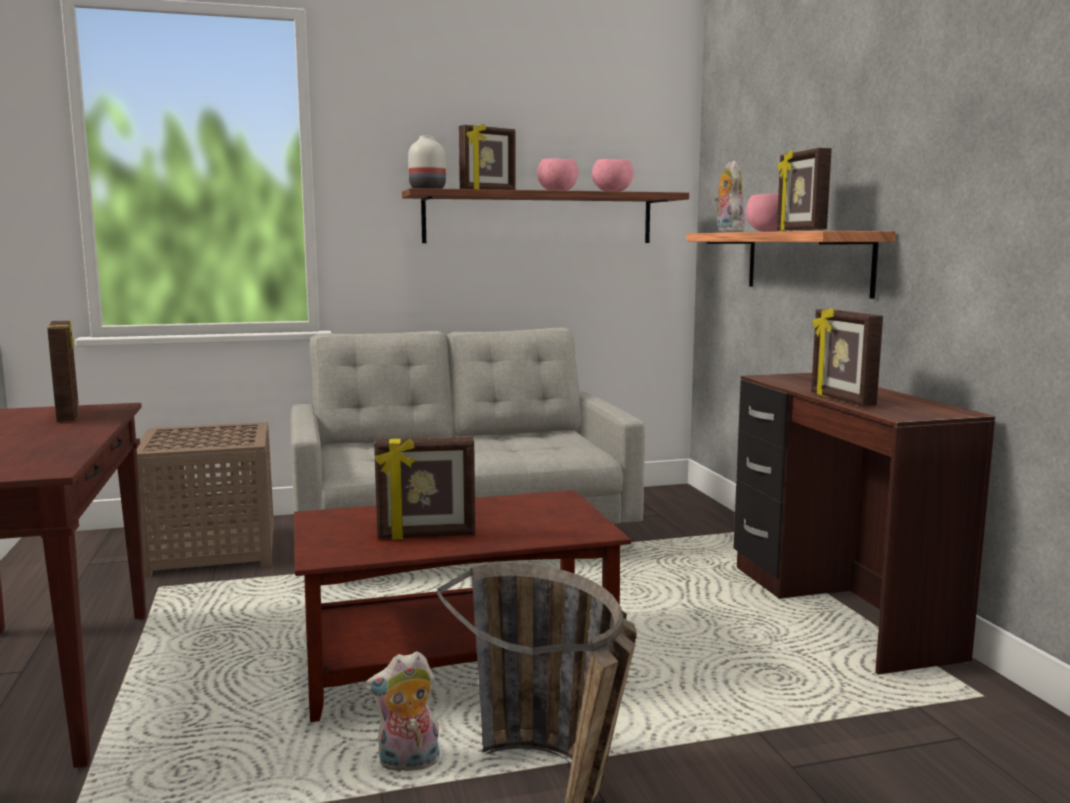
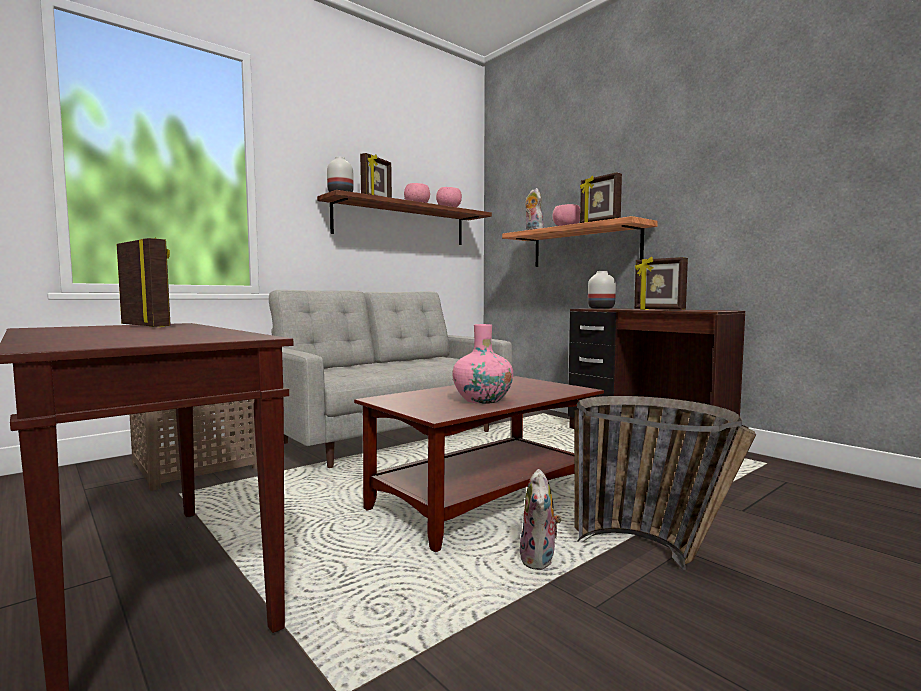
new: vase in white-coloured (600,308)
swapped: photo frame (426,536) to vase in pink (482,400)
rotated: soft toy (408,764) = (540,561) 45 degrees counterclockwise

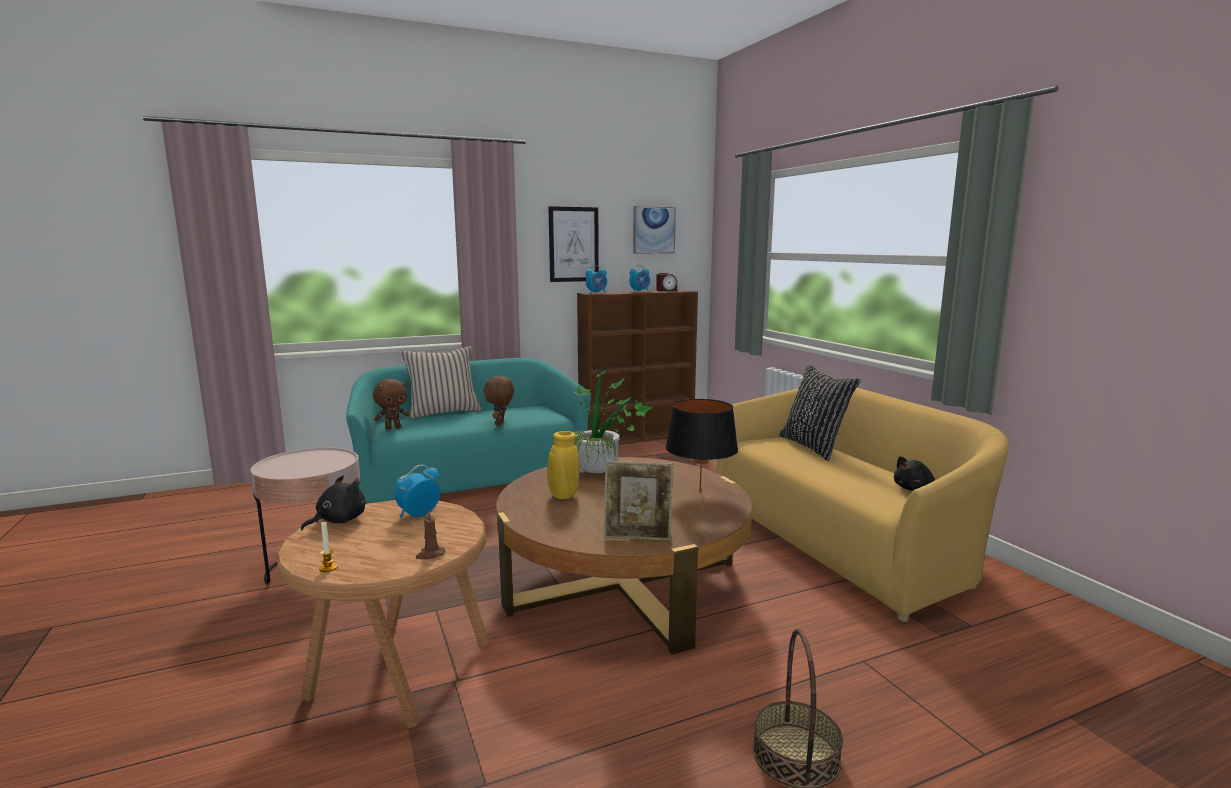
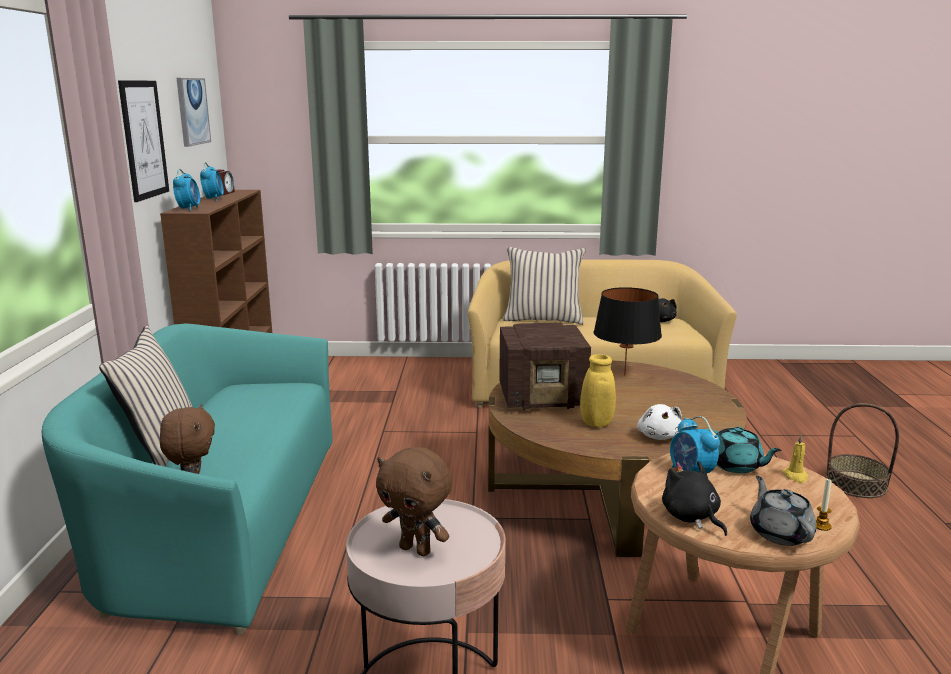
gone: photo frame (638,538)
new: soft toy in white-coloured (658,436); tea pot in turquoise (736,466); tea pot in grey (780,533)
shifted: soft toy in brownish (500,424) to (416,549)
swapped: potted plant (603,473) to radio receiver (543,398)
repainted: pillow in black-coloured (814,446) to pillow in sand-coloured (543,319); wax candle in brownish (430,554) to wax candle in yellowish (795,476)

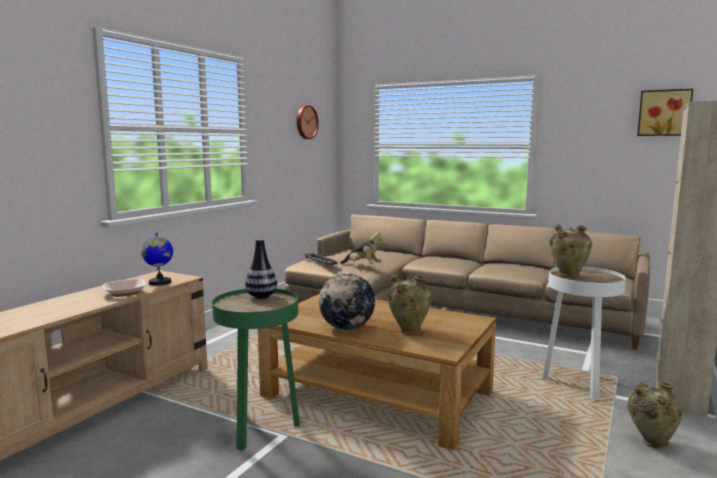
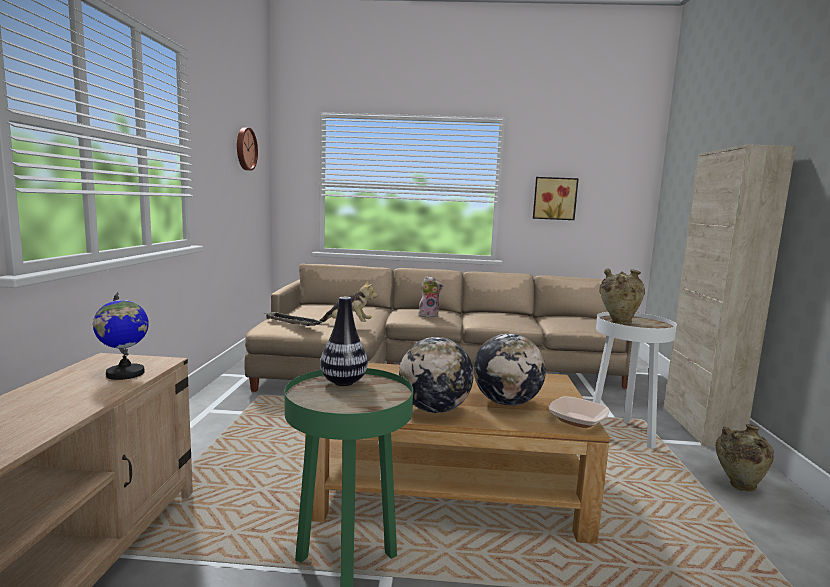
new: soft toy (429,315)
shifted: picture (664,113) to (554,198); bowl (125,293) to (577,420)
swapped: vase in sand-coloured (408,330) to globe (506,402)

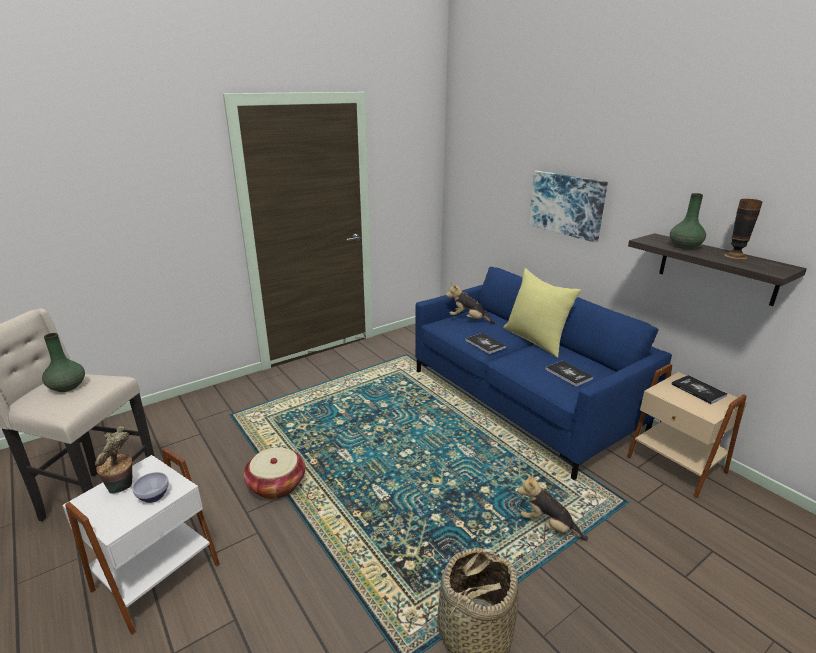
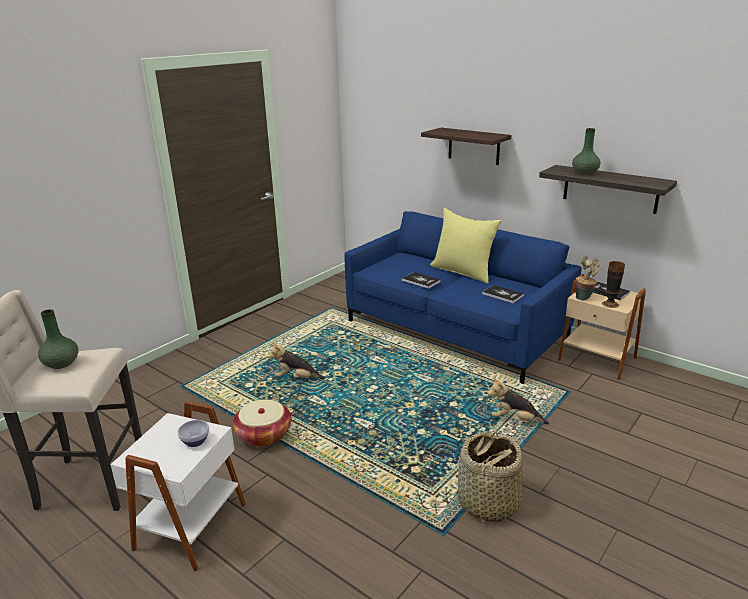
shifted: vase (735,256) to (610,304); soft toy (468,320) to (296,378); potted plant (122,488) to (584,297)
swapped: picture (567,204) to wall shelf (474,146)

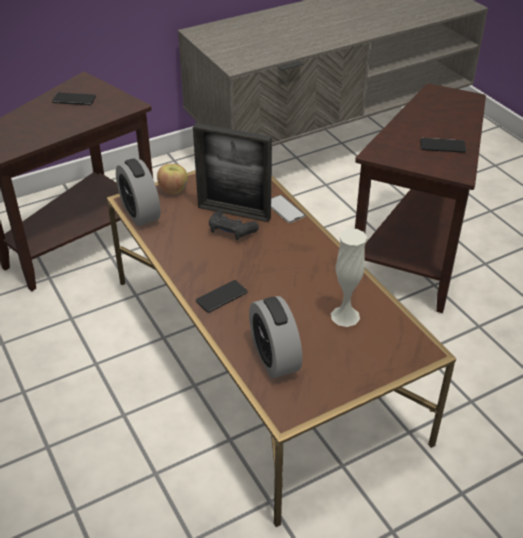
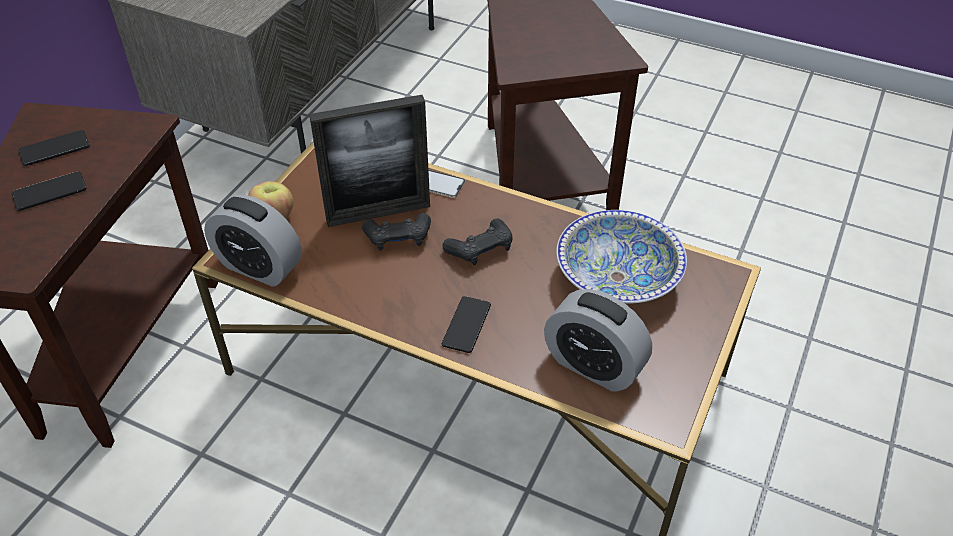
new: joypad in black-coloured (480,249)
shifted: phone (442,146) to (49,192)
swapped: vase in white-coloured (345,316) to bowl (618,277)

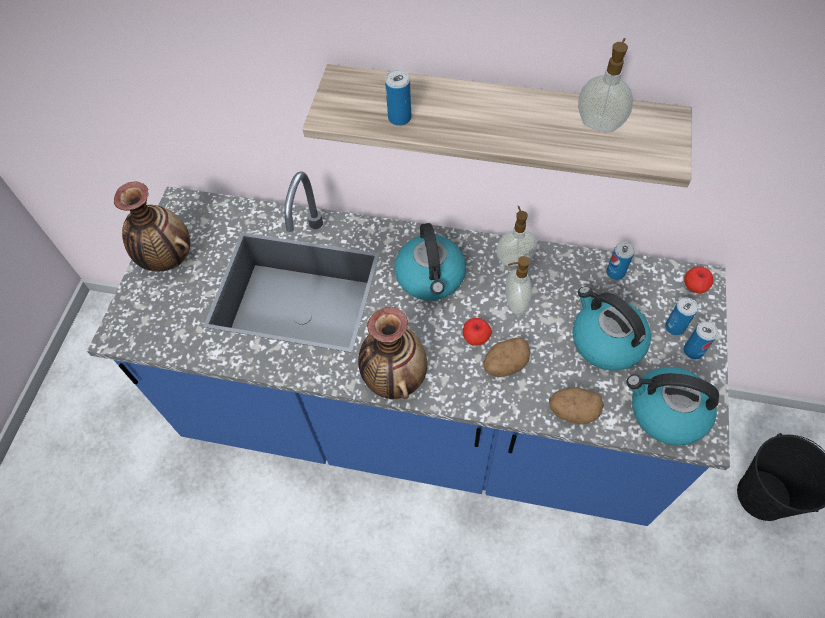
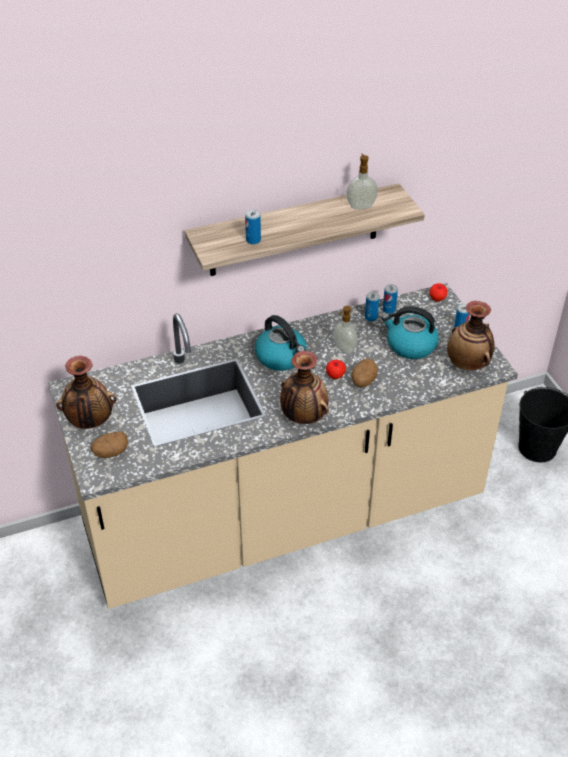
gone: soap dispenser (514,259)
shifted: can (674,327) to (371,317); potato (572,411) to (111,452)
swapped: tea kettle (666,412) to vase (468,364)
repainted: kitchen counter in blue (419,423) to kitchen counter in sand-coloured (284,517)

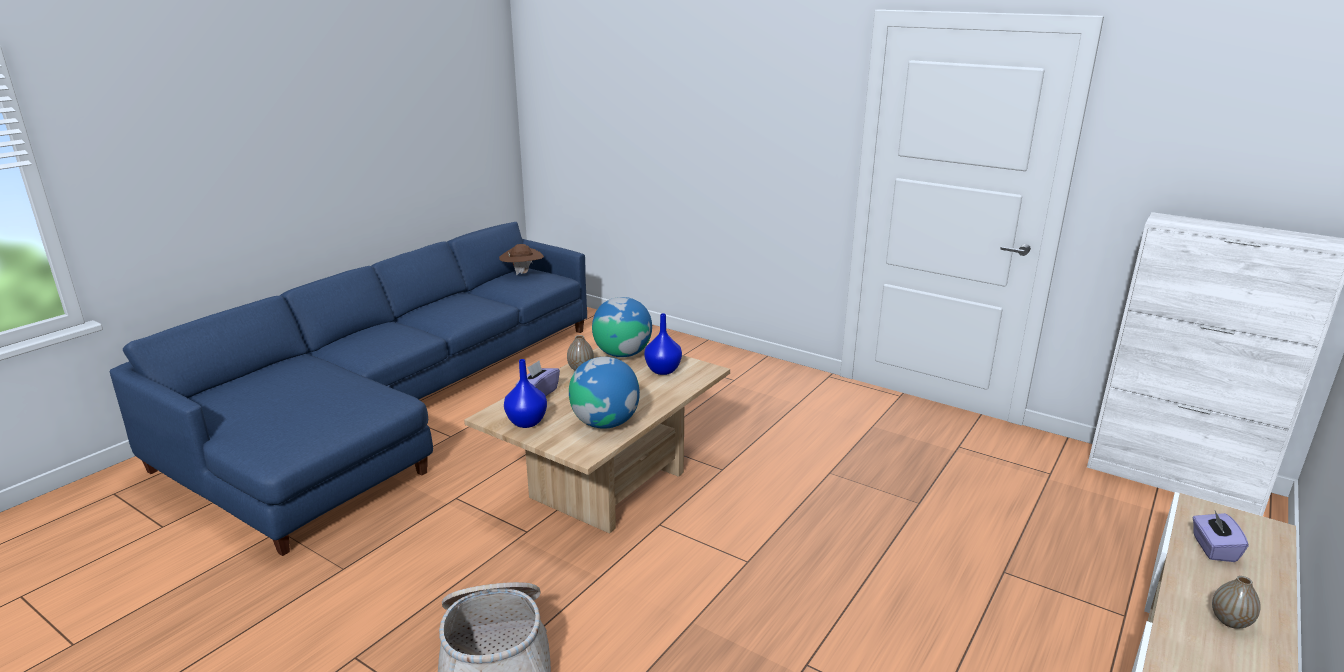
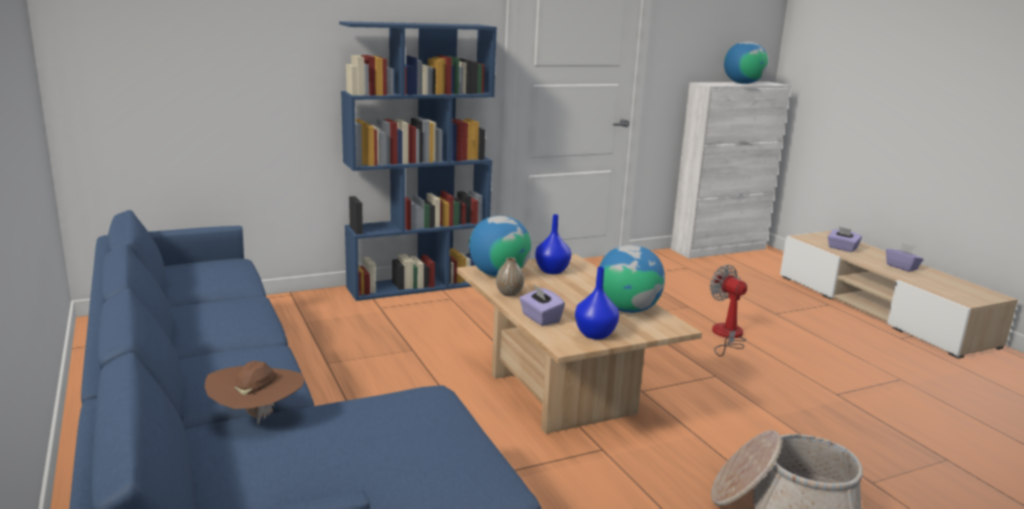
new: bookshelf in blue (418,285); globe (743,83); fan (727,336)
shifted: clothing hat in brownish (522,273) to (257,417)
swapped: vase (1230,621) to tissue holder in purplish (902,267)

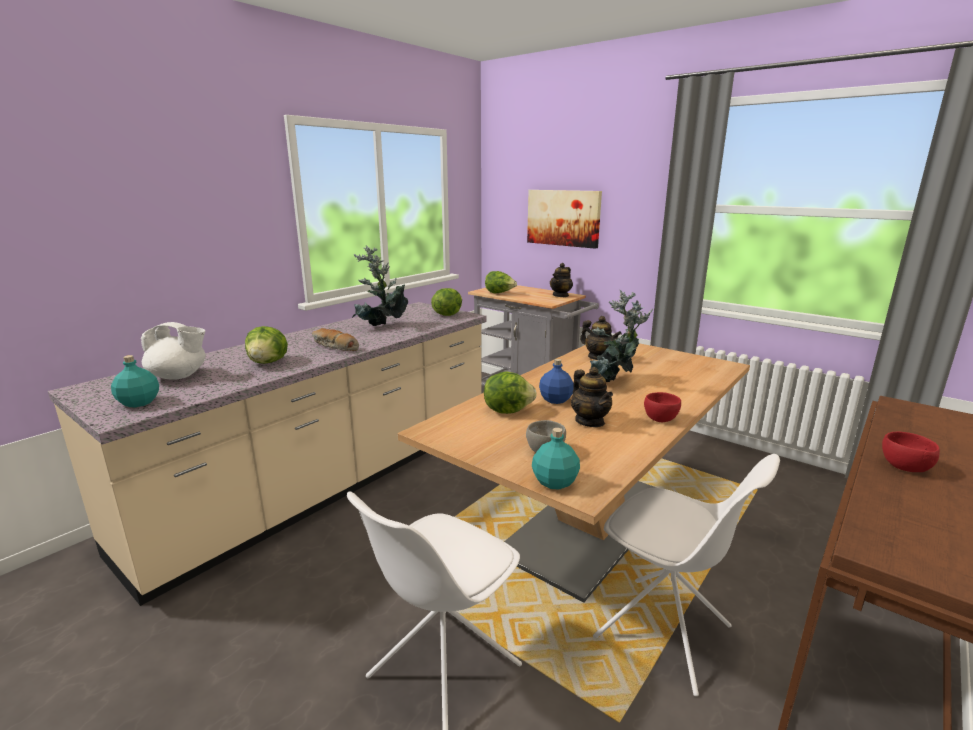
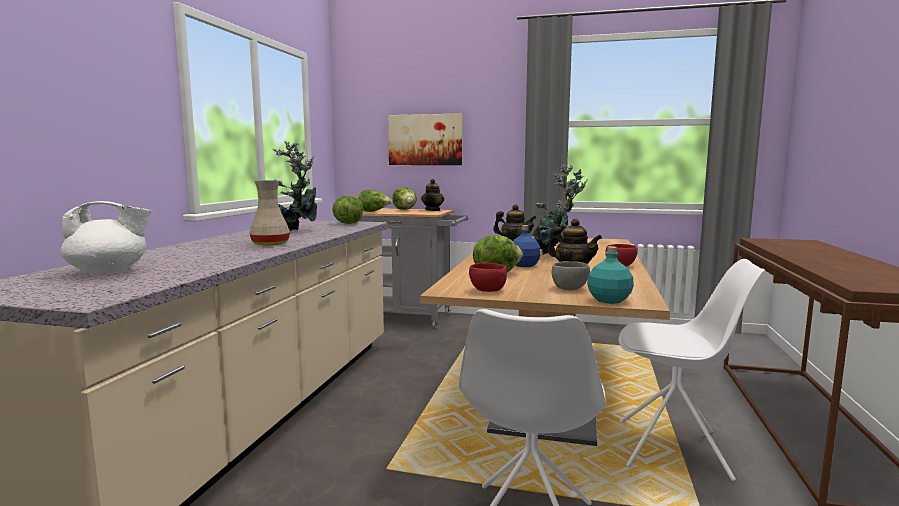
gone: beverage bottle in turquoise (139,403)
shifted: head of lettuce (268,362) to (405,209); bowl in red (905,468) to (488,290)
swapped: bread (334,346) to vase in sand-coloured (269,244)

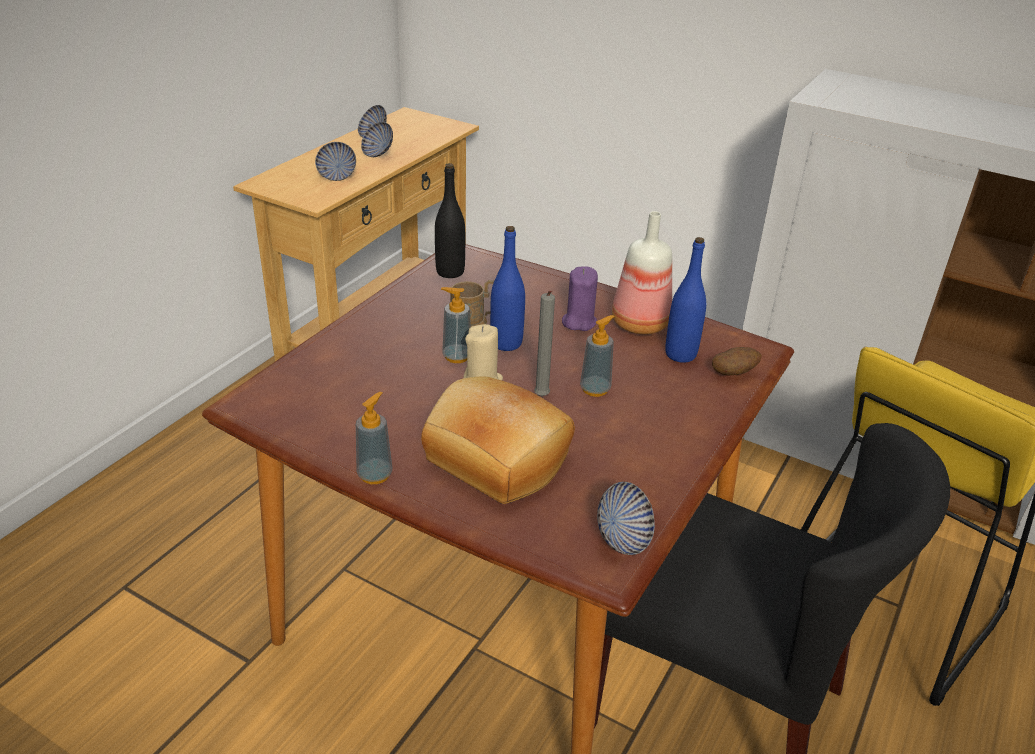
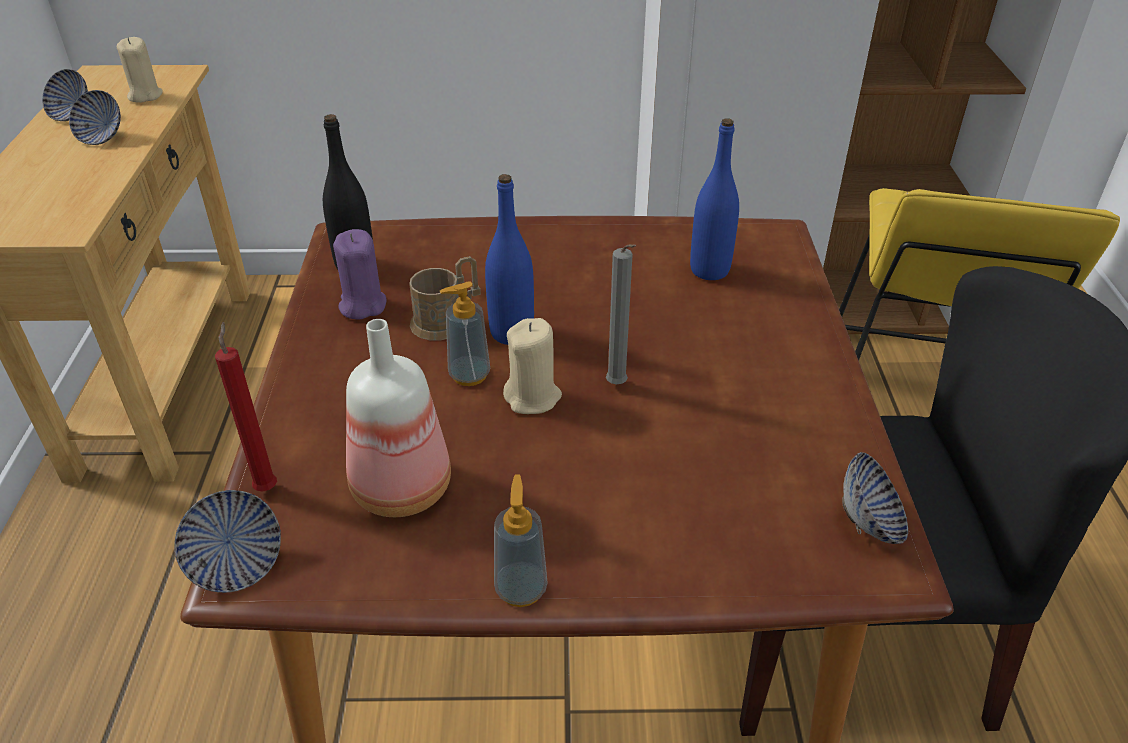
gone: soap dispenser (595,389); potato (733,373); bread (495,460)
new: wax candle in sand-coloured (145,95); wax candle in red (267,486)
shifted: bowl (337,176) to (237,565); beverage bottle (638,324) to (399,490); wax candle in purplish (579,322) to (362,305)

